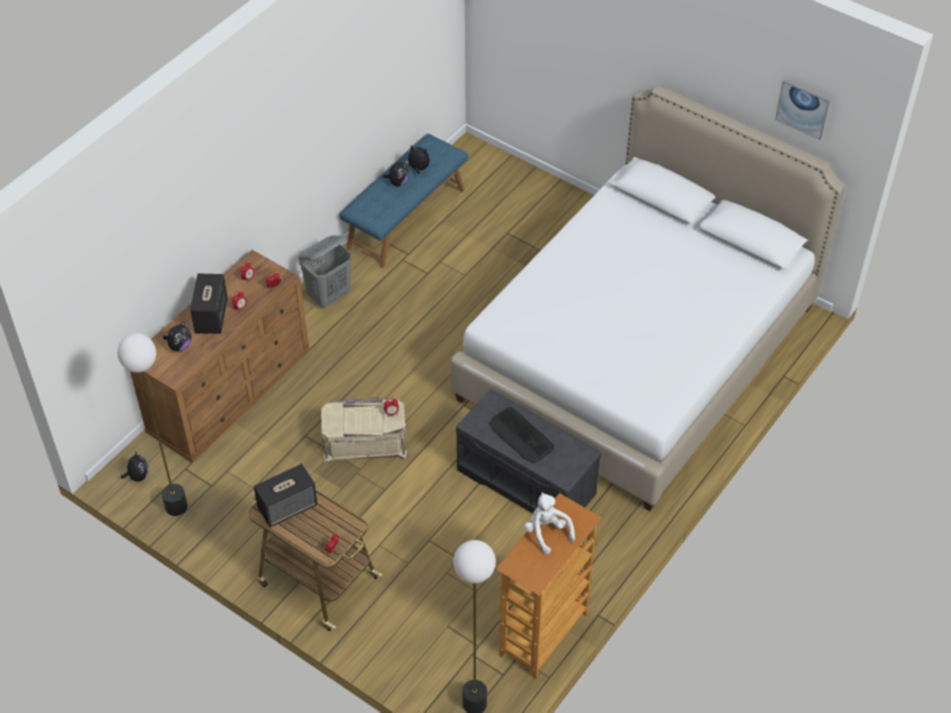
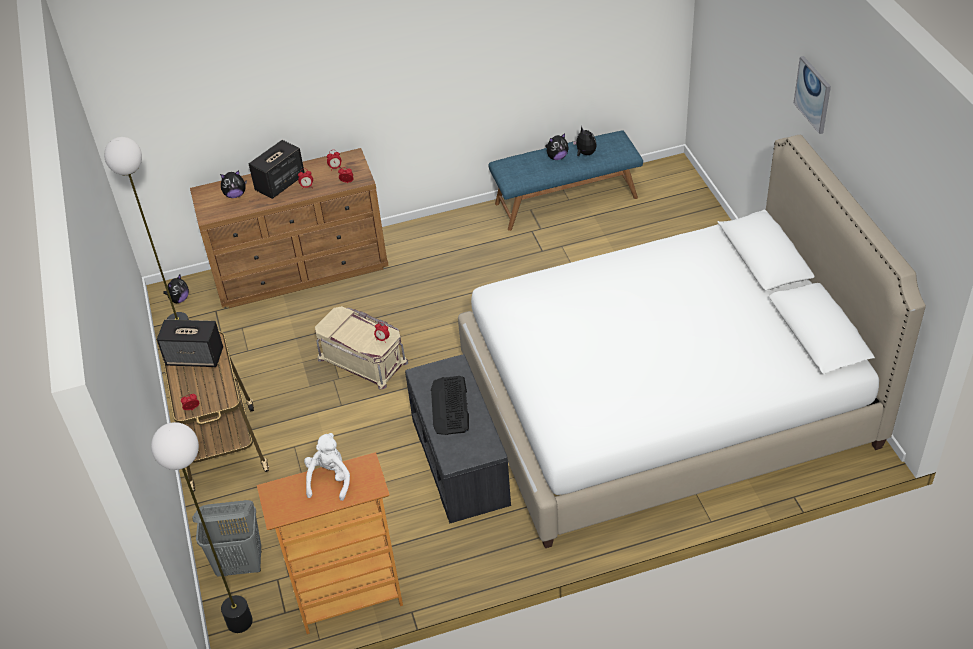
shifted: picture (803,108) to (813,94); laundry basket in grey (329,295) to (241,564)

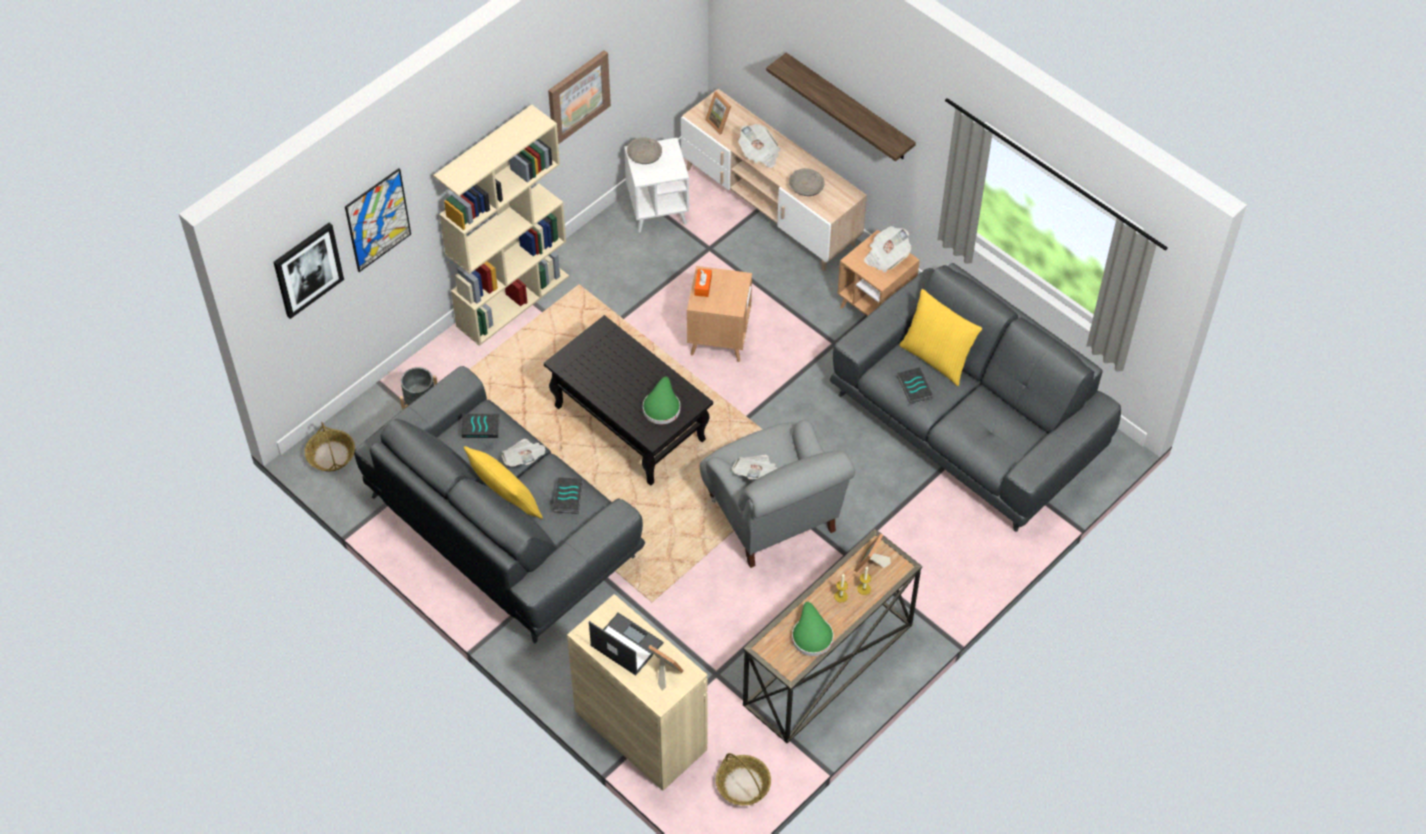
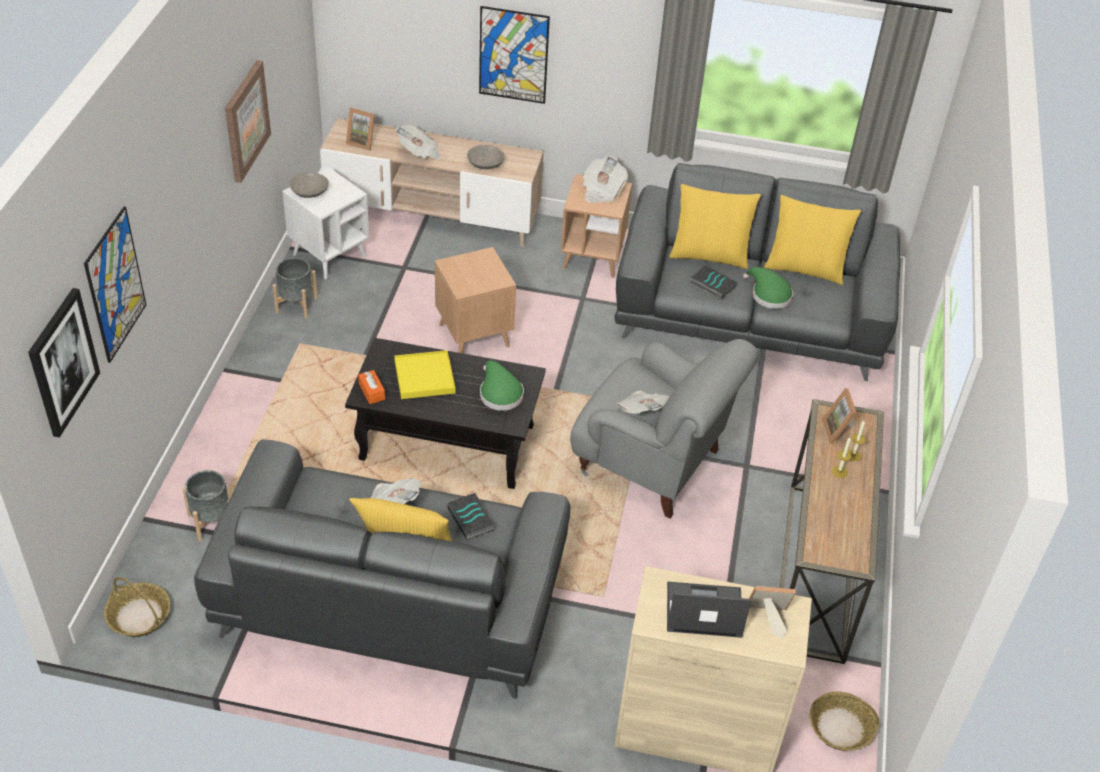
gone: bookshelf in sand-coloured (513,300); volume (481,427)
new: pillow in yellowish (805,268); plant pot in grey (297,305); serving tray in yellowish (424,377)
shifted: tissue holder in orange (703,286) to (371,391); clothing hat in greenish (811,635) to (768,295)
swapped: wall shelf (849,108) to picture (513,55)

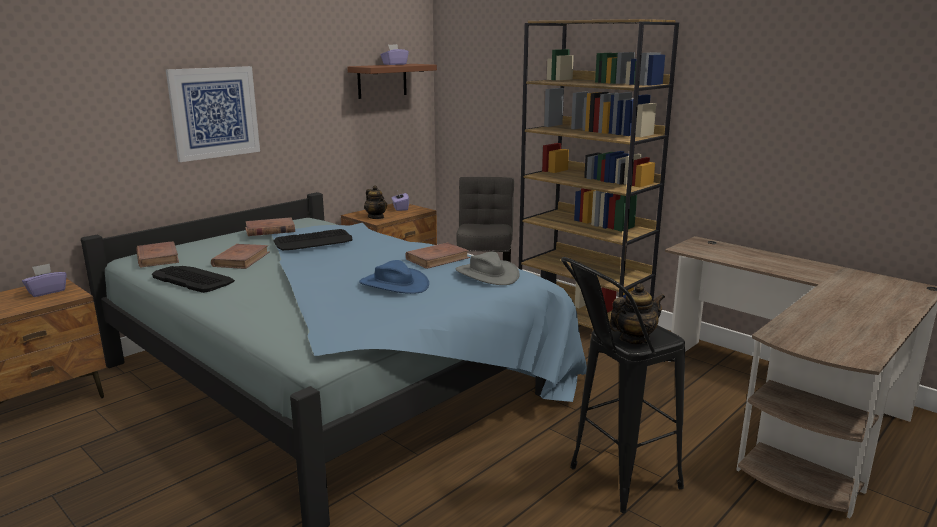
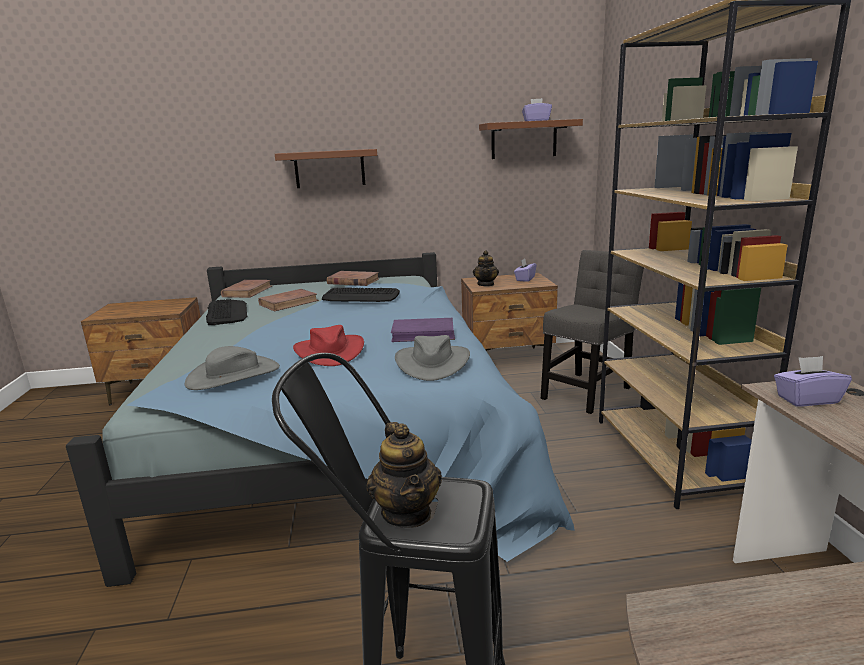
new: clothing hat in grey (233,375)
shifted: tissue holder in purplish (47,291) to (807,399)
swapped: picture (214,112) to wall shelf in brownish (329,168)
repainted: volume in brownish (437,259) to volume in purplish (423,334); clothing hat in blue (394,284) to clothing hat in red (329,351)
rotated: tea pot (634,339) = (407,513) 60 degrees clockwise

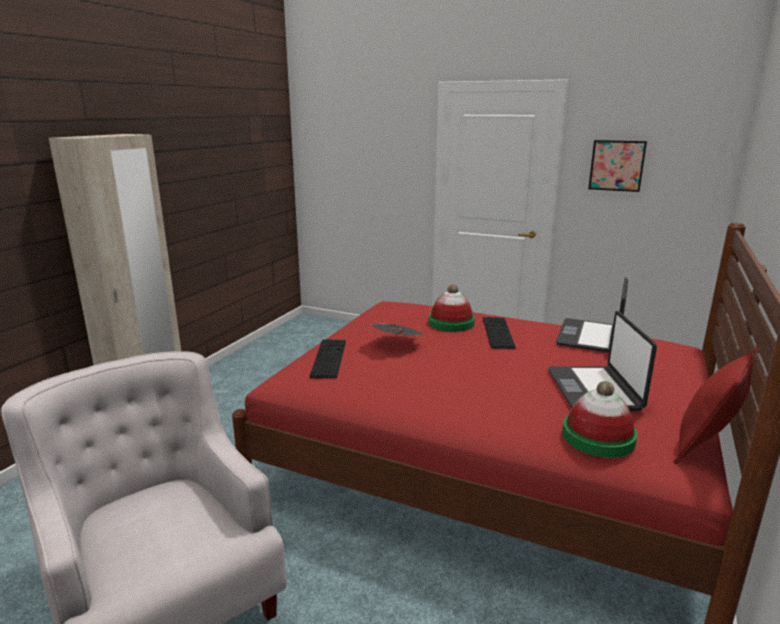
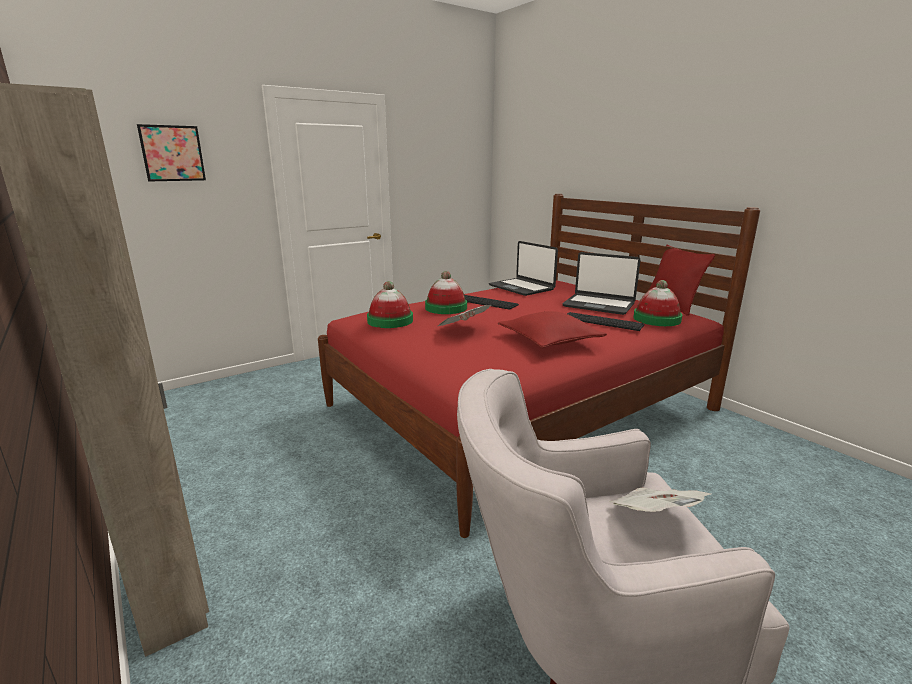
new: clothing hat (390,321); pillow in red (549,340); daily paper (654,517)
shifted: picture (616,165) to (172,153); PC keyboard (329,358) to (602,321)

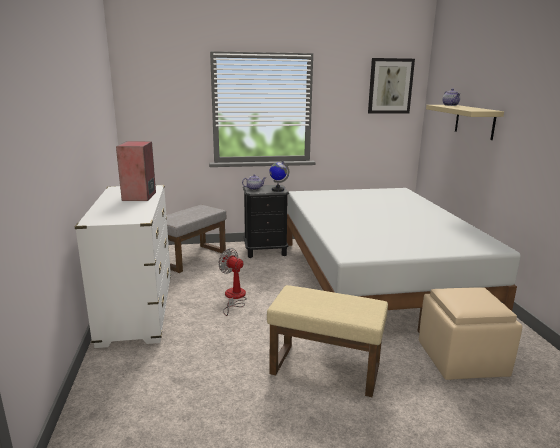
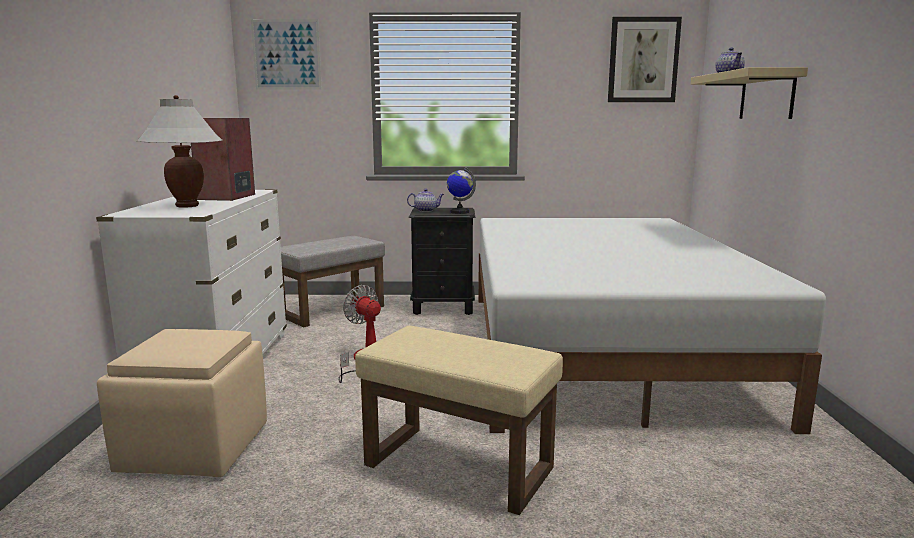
new: picture (286,54); table lamp in white-coloured (187,206)
shifted: ottoman in sand-coloured (461,360) to (193,449)

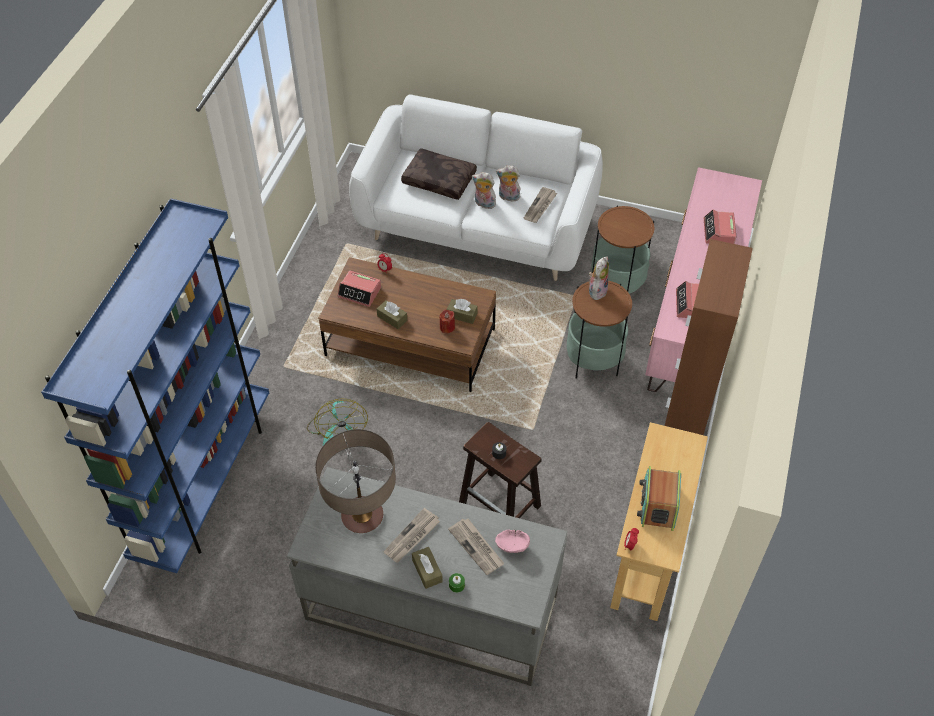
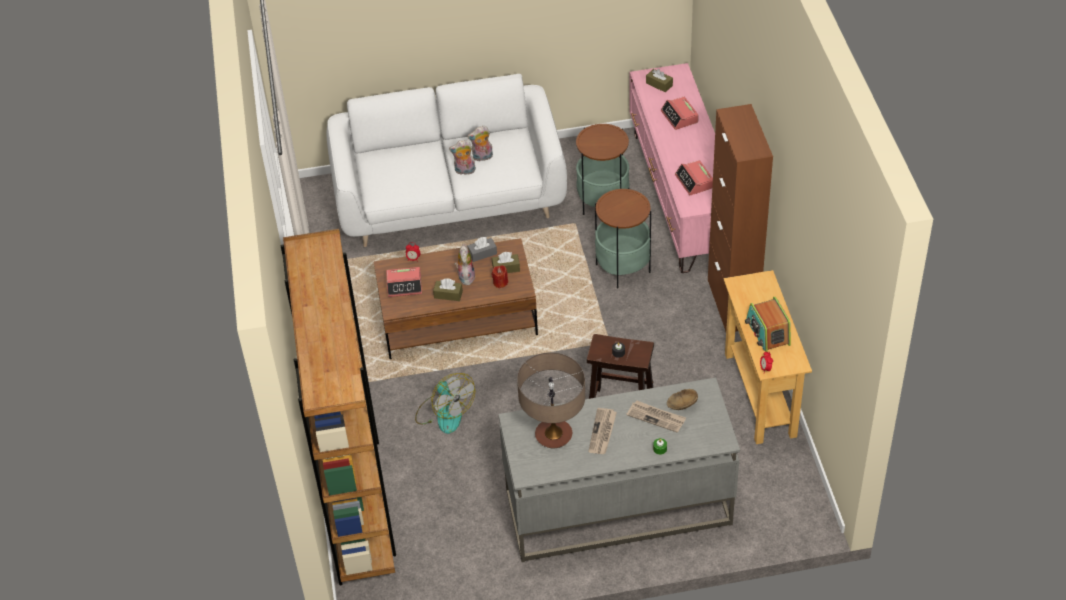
gone: pillow in brownish (440,180); daily paper (540,206)
new: tissue holder in grey (482,253)
shifted: soft toy (597,290) to (465,277); tissue holder in brownish (427,571) to (659,84)
repainted: bookshelf in blue (204,482) to bookshelf in brownish (357,501); bowl in pink (511,545) to bowl in brownish (681,404)

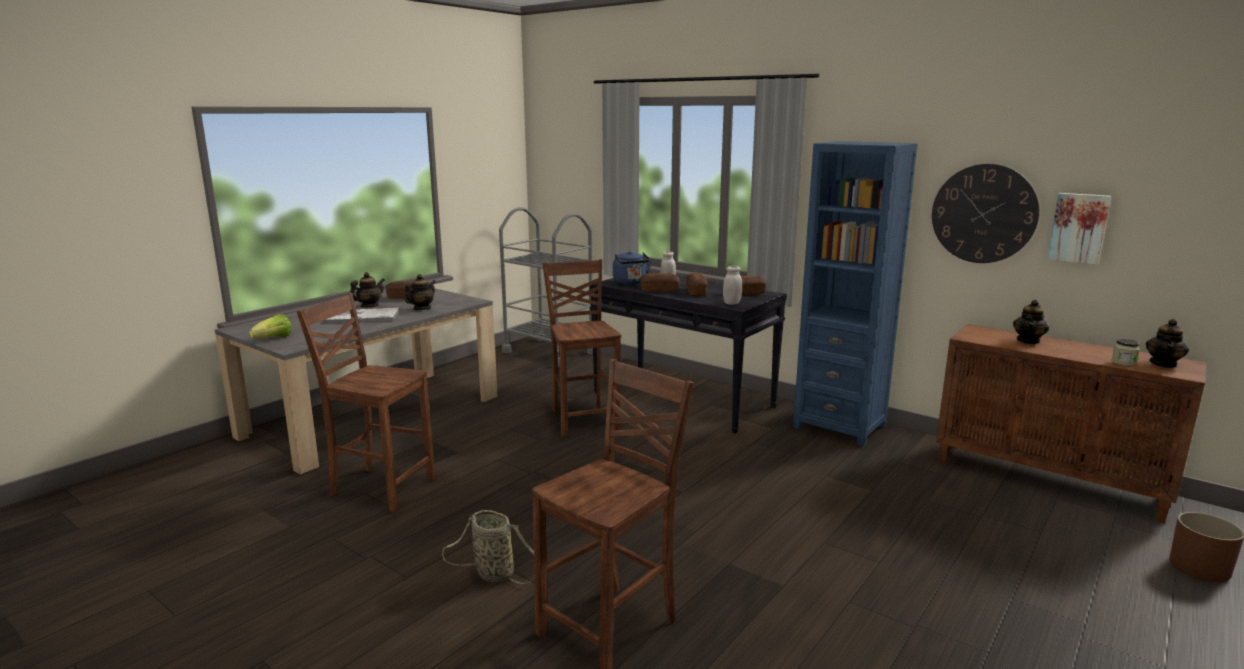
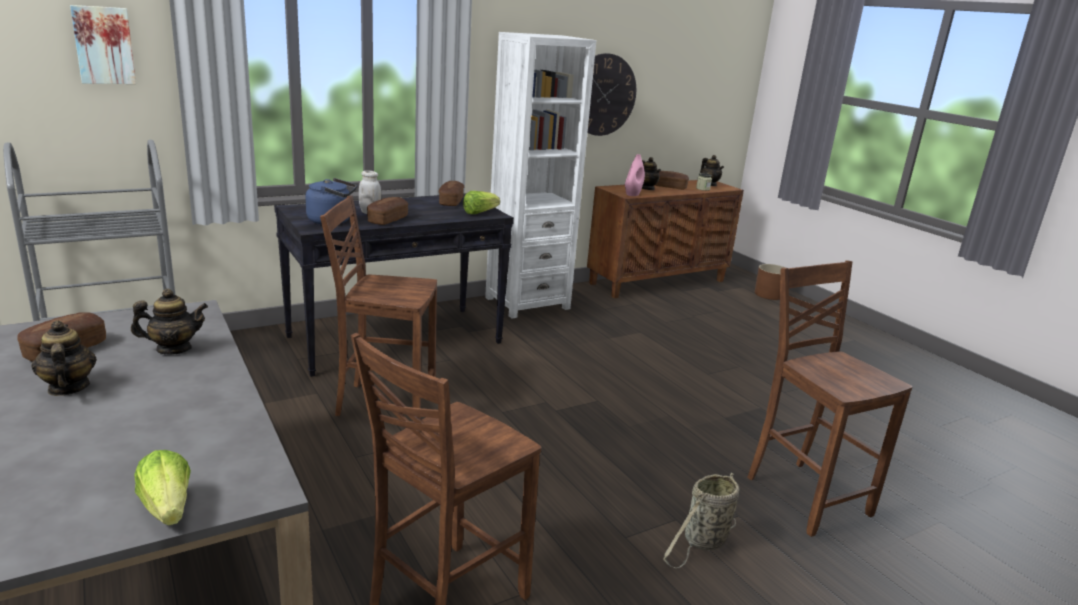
gone: serving tray (362,316)
new: vase in pink (633,194)
shifted: picture (1078,228) to (104,45); bread (696,292) to (669,187)
swapped: jar in white-coloured (732,303) to head of lettuce (479,213)
repainted: bookshelf in blue (839,426) to bookshelf in white-coloured (527,303)
rotated: tea pot (421,308) = (174,349) 105 degrees clockwise

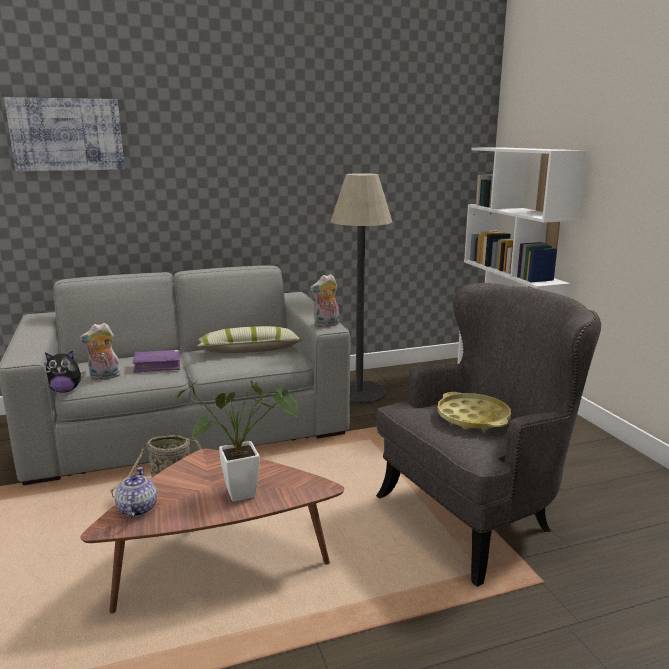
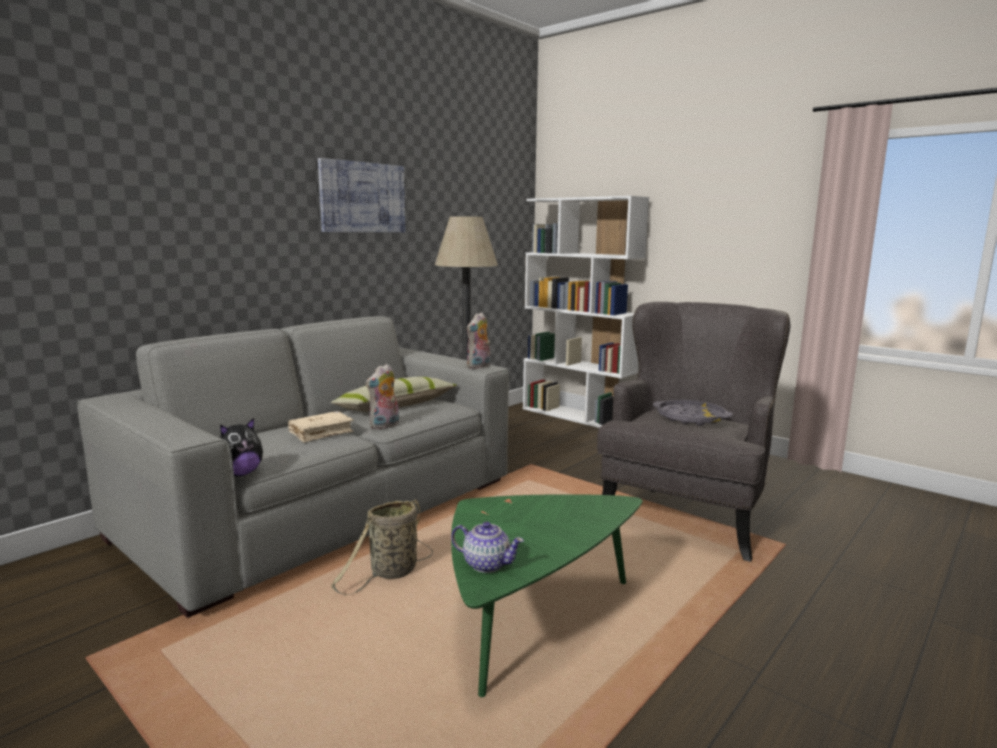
gone: potted plant (248,492)
shifted: picture (67,135) to (362,197); soft toy (104,377) to (385,426)
repainted: volume in purplish (157,366) to volume in sand-coloured (321,433); serving tray in yellowish (473,417) to serving tray in grey (690,418); low table in brownish (220,564) to low table in greenish (531,616)
rotated: tea pot (136,509) = (486,564) 150 degrees clockwise

